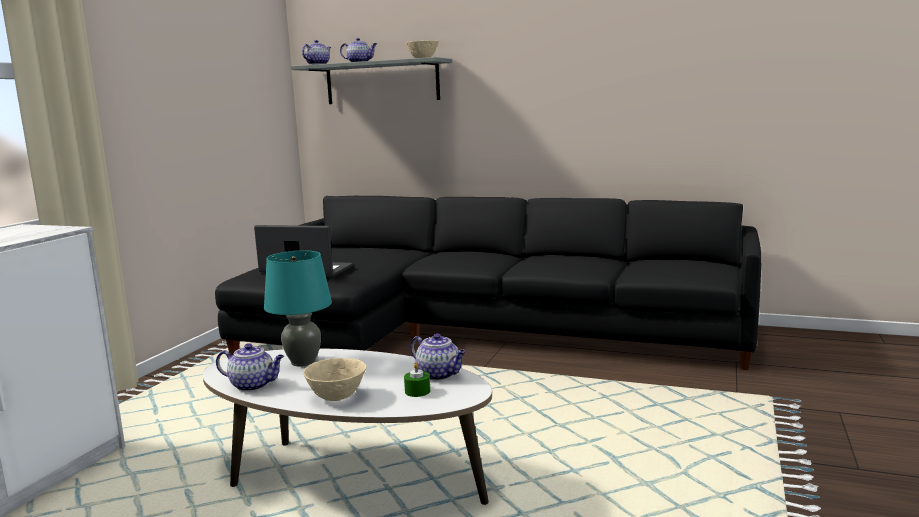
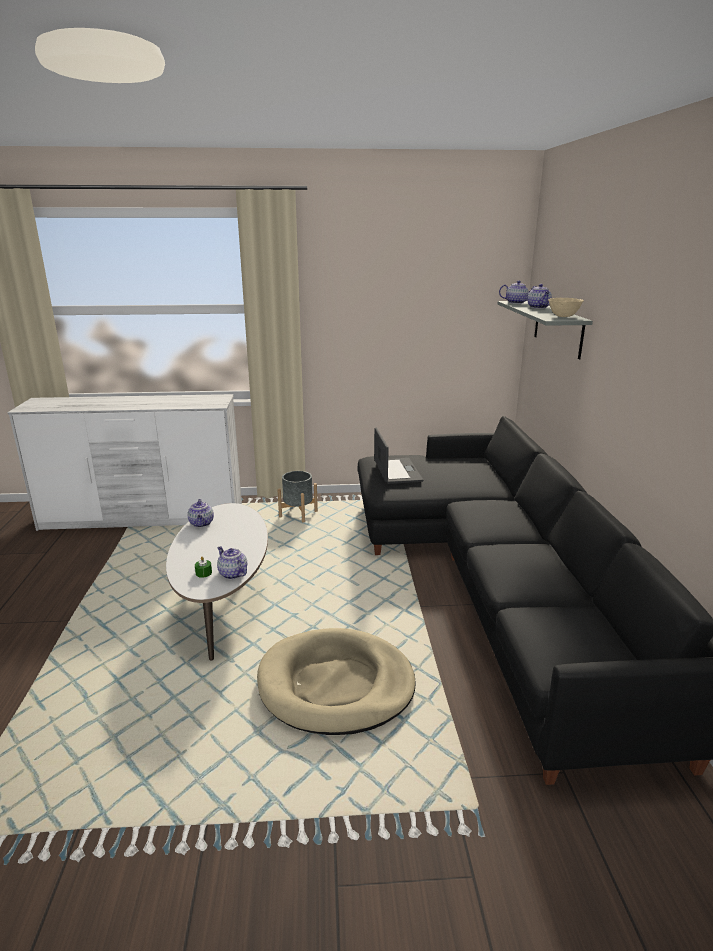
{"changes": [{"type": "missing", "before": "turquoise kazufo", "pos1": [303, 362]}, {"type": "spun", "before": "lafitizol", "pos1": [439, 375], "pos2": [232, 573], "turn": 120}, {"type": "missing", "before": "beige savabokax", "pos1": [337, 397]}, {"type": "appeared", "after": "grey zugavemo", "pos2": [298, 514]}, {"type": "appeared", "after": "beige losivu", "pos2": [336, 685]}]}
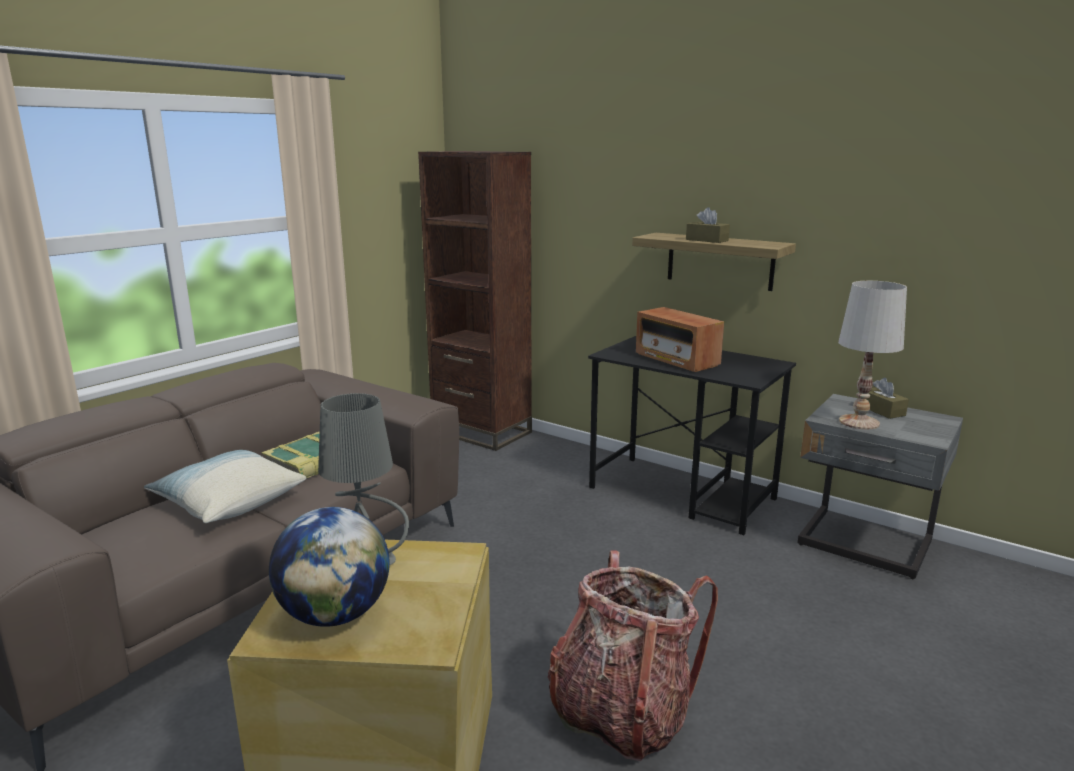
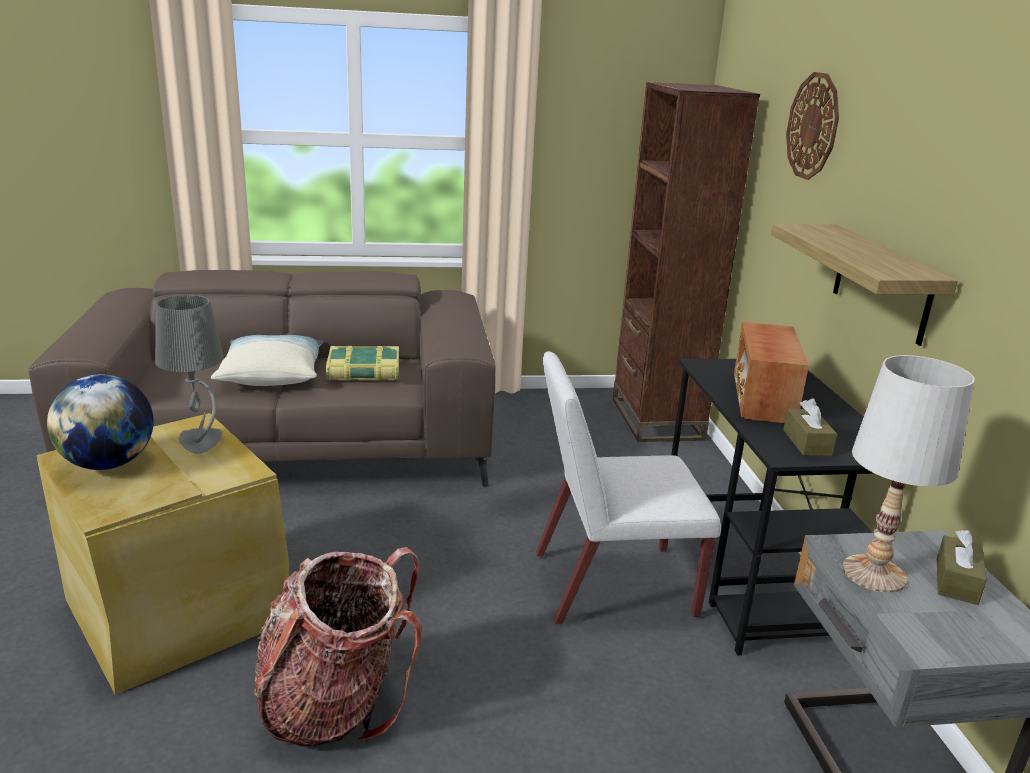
{"changes": [{"type": "relocated", "before": "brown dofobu", "pos1": [707, 240], "pos2": [807, 442]}, {"type": "appeared", "after": "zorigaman", "pos2": [813, 126]}, {"type": "appeared", "after": "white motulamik", "pos2": [611, 584]}]}
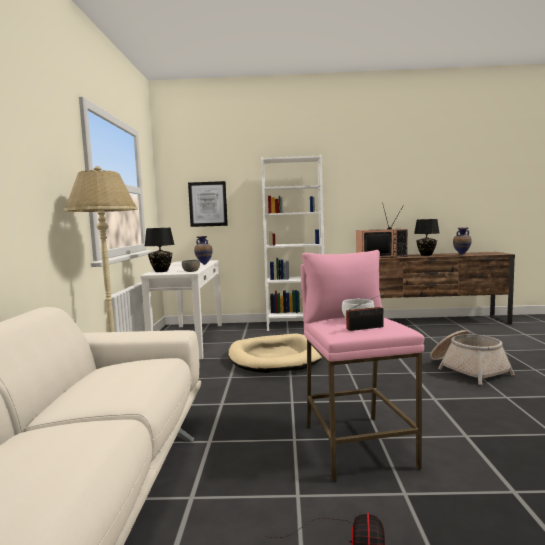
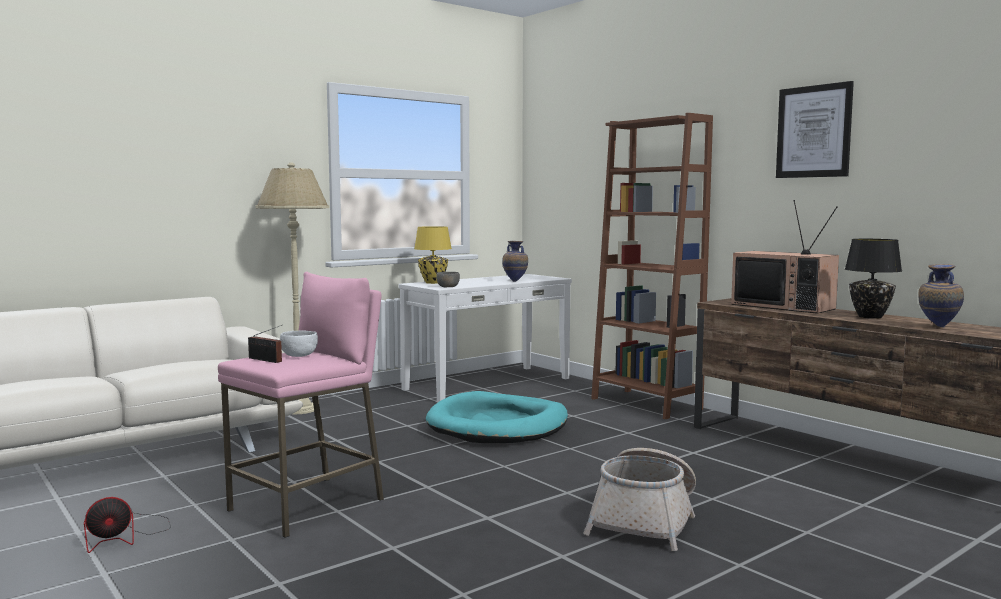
{"changes": [{"type": "colour", "before": "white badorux", "after": "brown badorux", "pos1": [295, 325], "pos2": [645, 404]}, {"type": "relocated", "before": "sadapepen", "pos1": [208, 204], "pos2": [814, 131]}, {"type": "colour", "before": "black kazufo", "after": "yellow kazufo", "pos1": [161, 271], "pos2": [433, 282]}, {"type": "colour", "before": "beige losivu", "after": "turquoise losivu", "pos1": [275, 357], "pos2": [498, 425]}]}
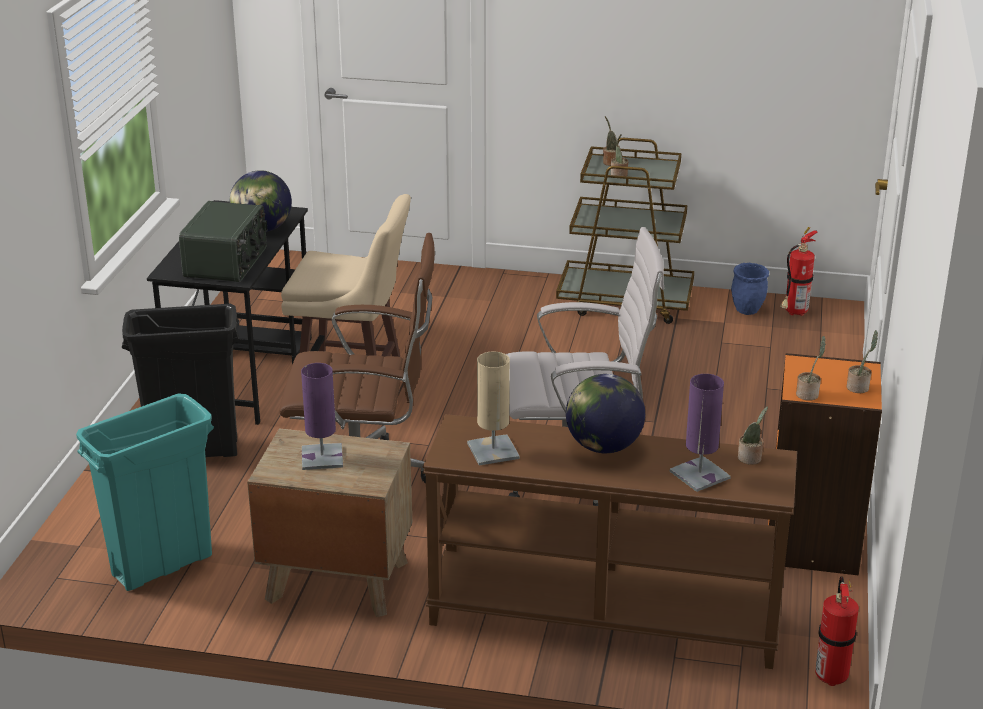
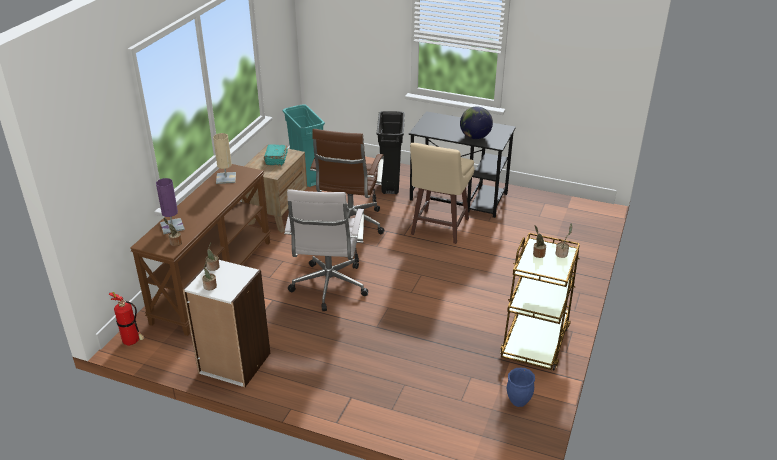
{"changes": [{"type": "missing", "before": "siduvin", "pos1": [227, 262]}, {"type": "missing", "before": "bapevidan", "pos1": [794, 313]}, {"type": "colour", "before": "orange badorux", "after": "white badorux", "pos1": [814, 542], "pos2": [234, 363]}, {"type": "exchanged", "before": "purple kazufo", "after": "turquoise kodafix", "pos1": [322, 457], "pos2": [275, 159]}, {"type": "missing", "before": "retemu", "pos1": [604, 447]}]}
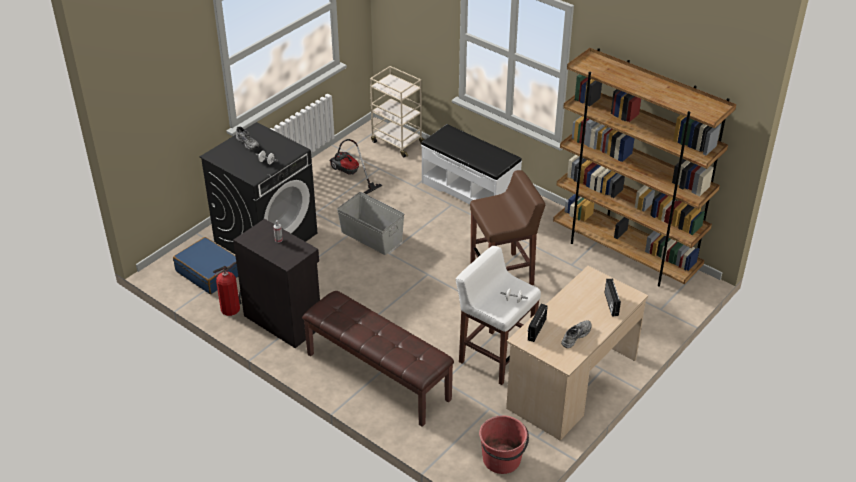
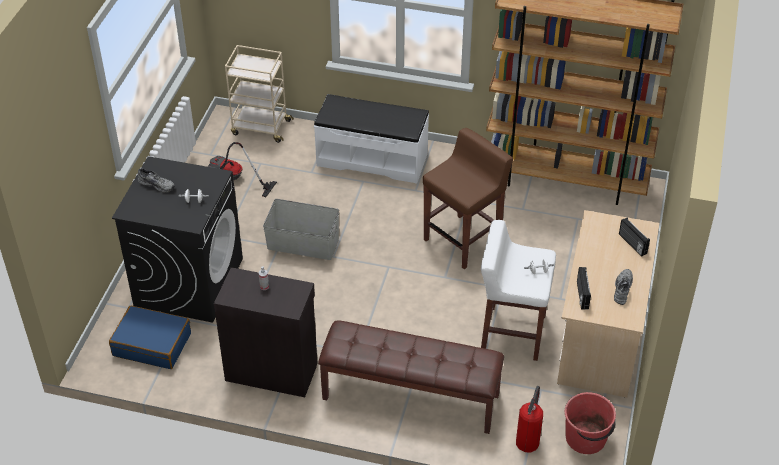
{"changes": [{"type": "relocated", "before": "bapevidan", "pos1": [232, 307], "pos2": [527, 440]}]}
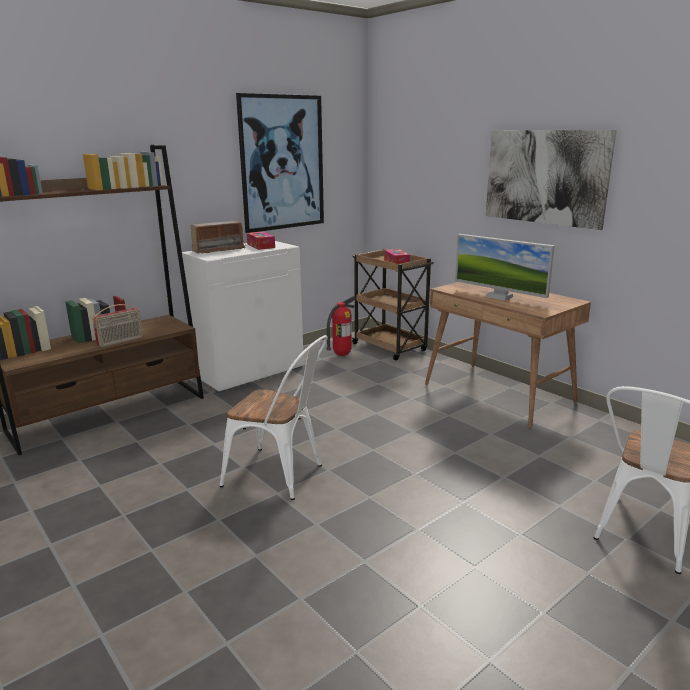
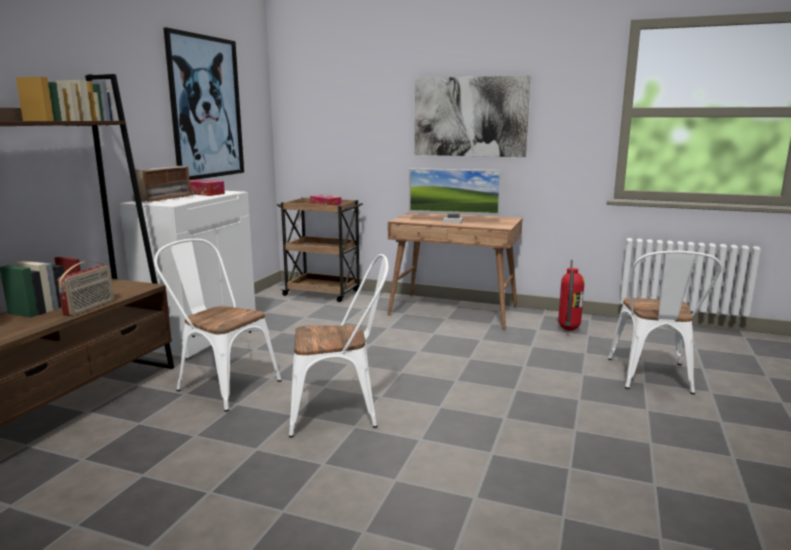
{"changes": [{"type": "relocated", "before": "bapevidan", "pos1": [341, 355], "pos2": [568, 329]}, {"type": "appeared", "after": "white motulamik", "pos2": [222, 384]}]}
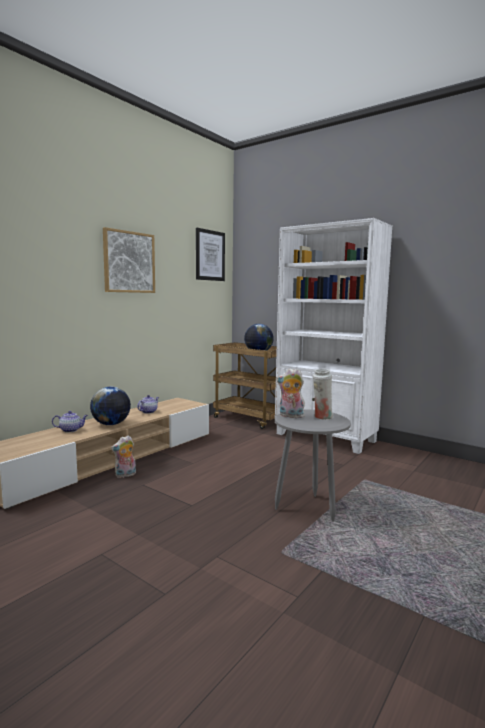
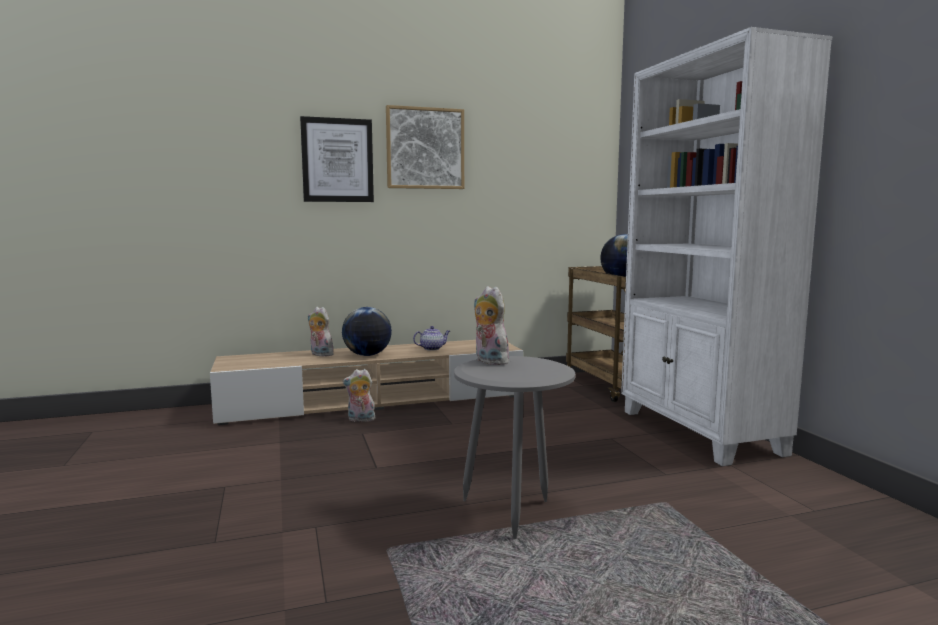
{"changes": [{"type": "relocated", "before": "sadapepen", "pos1": [210, 255], "pos2": [337, 160]}, {"type": "missing", "before": "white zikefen", "pos1": [322, 417]}, {"type": "exchanged", "before": "lafitizol", "after": "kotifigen", "pos1": [71, 430], "pos2": [320, 354]}]}
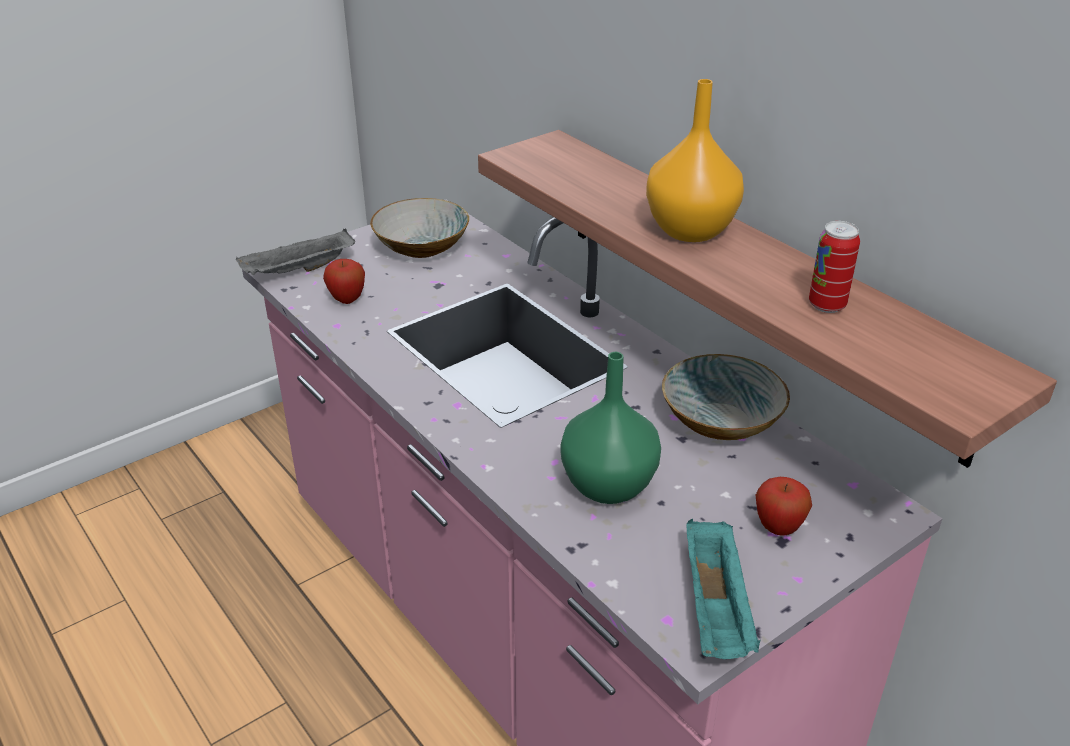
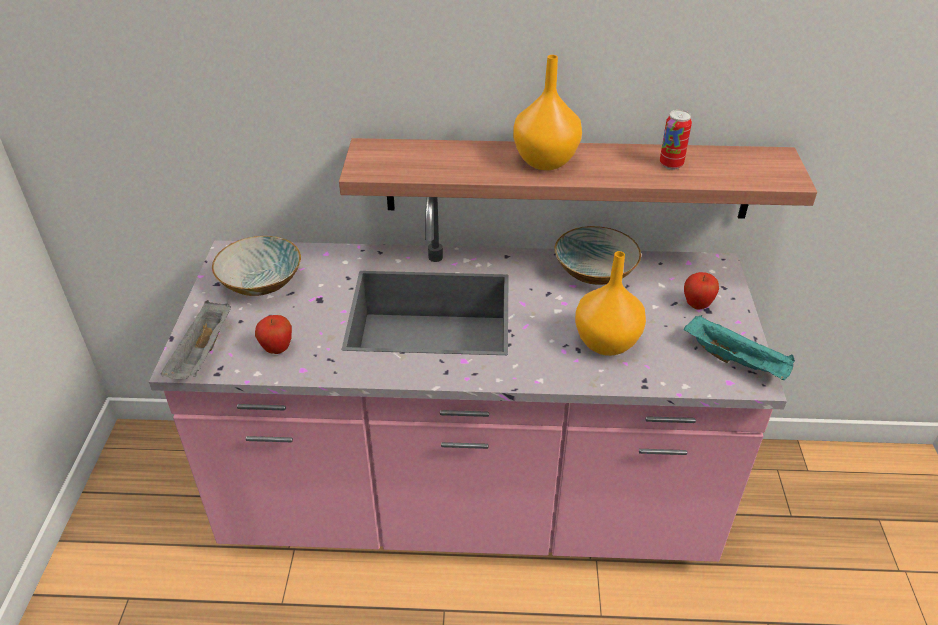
{"changes": [{"type": "colour", "before": "green zikefen", "after": "orange zikefen", "pos1": [610, 487], "pos2": [608, 343]}]}
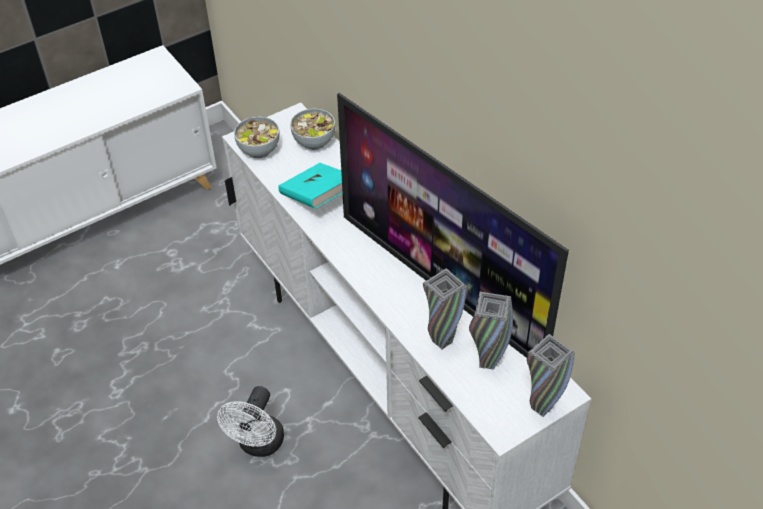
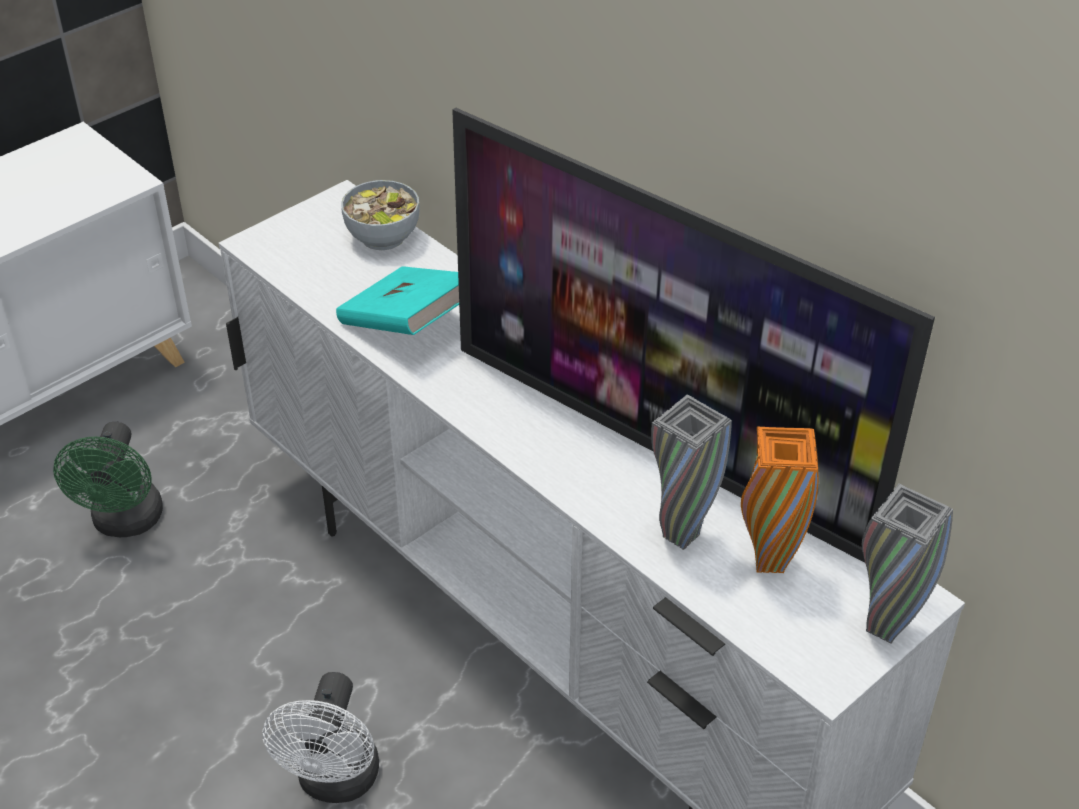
{"changes": [{"type": "missing", "before": "savabokax", "pos1": [259, 150]}, {"type": "colour", "before": "grey zikefen", "after": "orange zikefen", "pos1": [487, 362], "pos2": [769, 562]}, {"type": "appeared", "after": "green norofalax", "pos2": [125, 523]}]}
